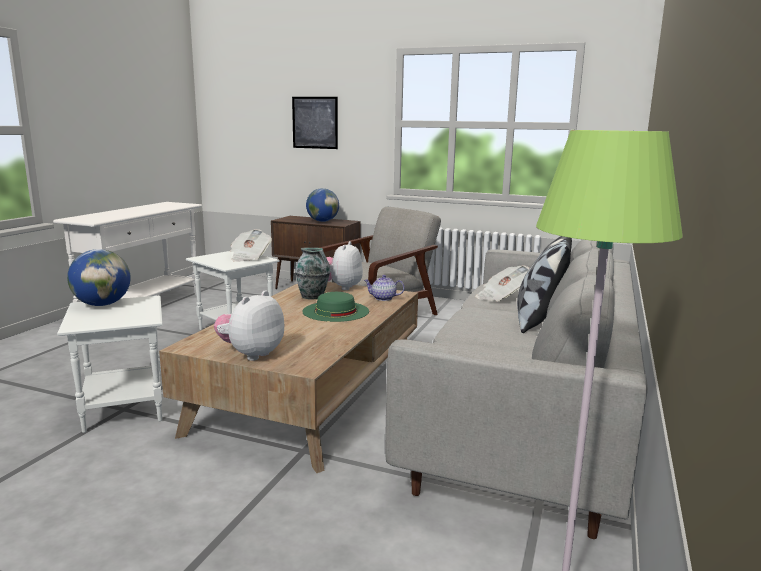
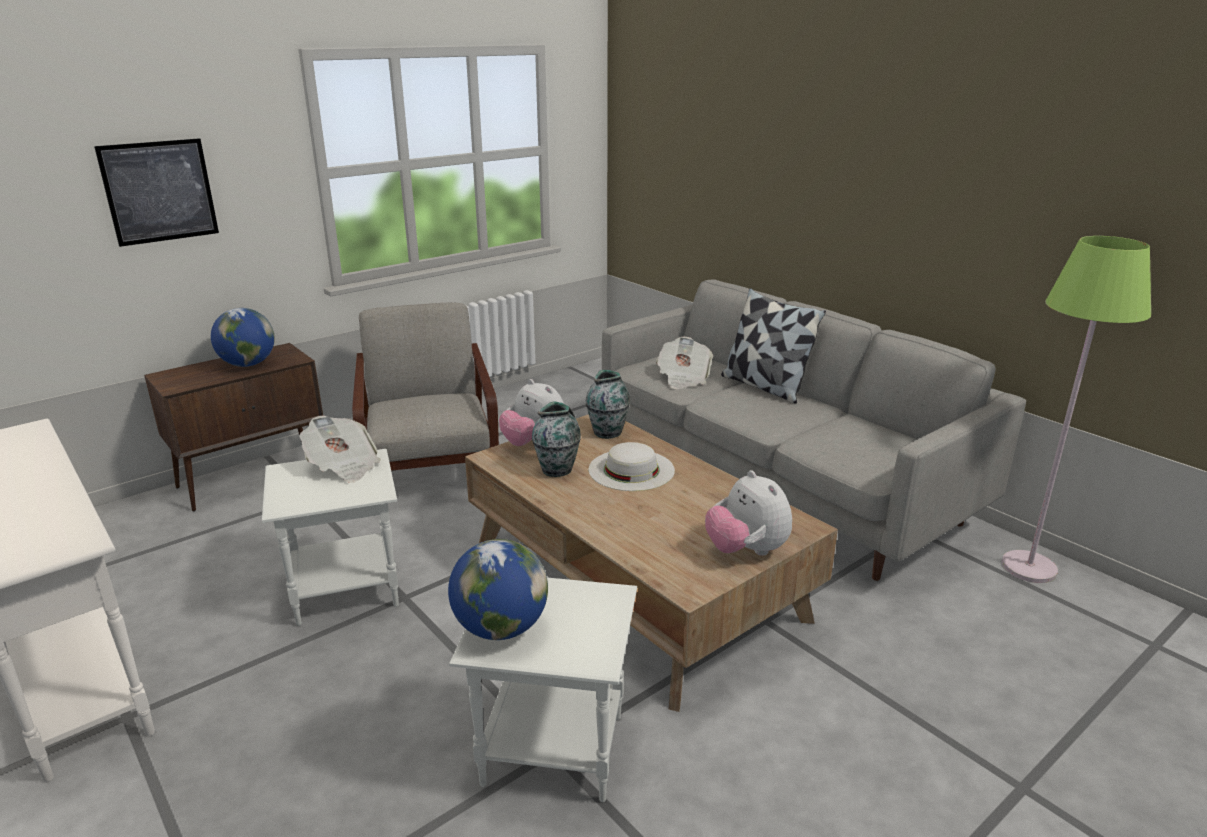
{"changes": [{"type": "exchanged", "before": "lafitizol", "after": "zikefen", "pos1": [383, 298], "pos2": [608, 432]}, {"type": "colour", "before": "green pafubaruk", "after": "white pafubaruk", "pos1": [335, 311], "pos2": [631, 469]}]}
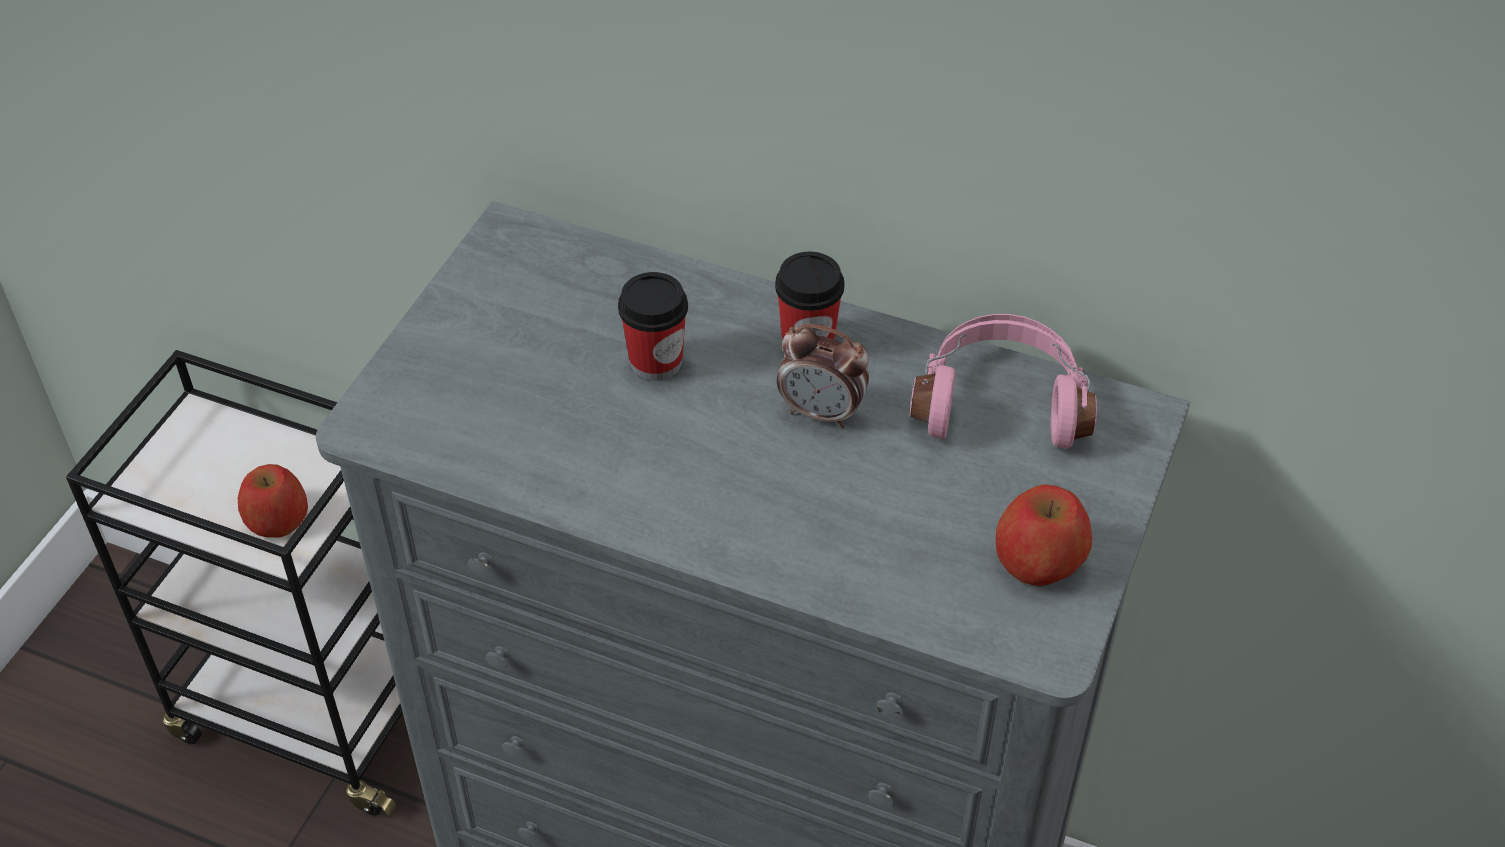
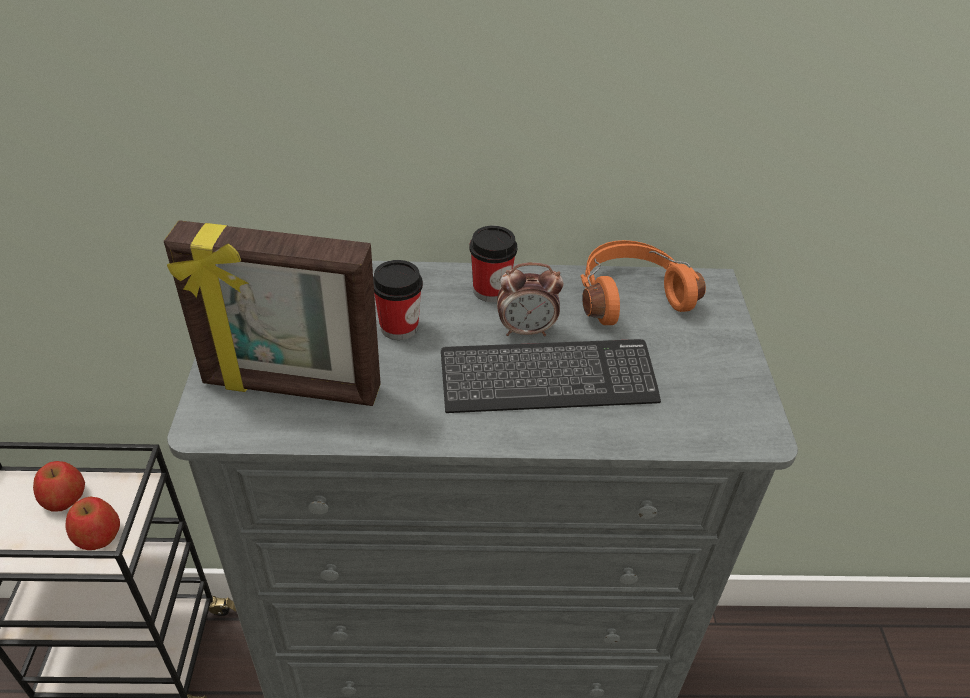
{"changes": [{"type": "colour", "before": "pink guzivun", "after": "orange guzivun", "pos1": [1001, 400], "pos2": [629, 295]}, {"type": "relocated", "before": "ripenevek", "pos1": [1039, 560], "pos2": [64, 498]}, {"type": "appeared", "after": "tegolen", "pos2": [291, 388]}, {"type": "appeared", "after": "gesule", "pos2": [548, 380]}]}
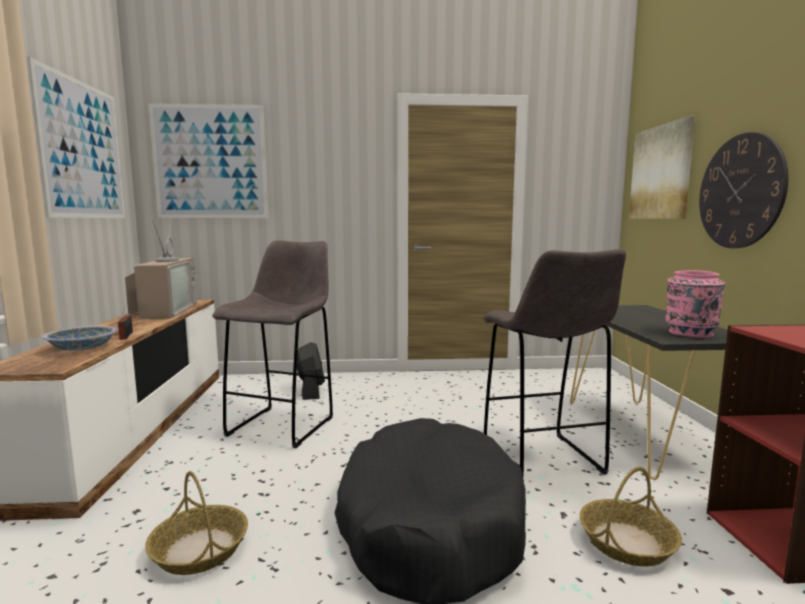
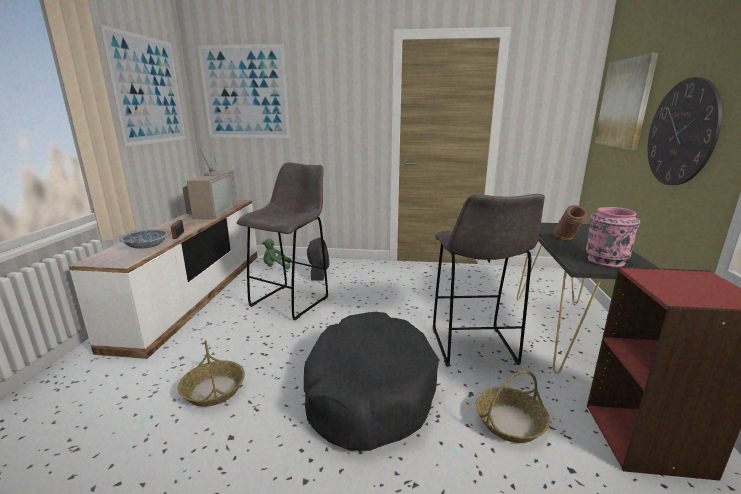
{"changes": [{"type": "appeared", "after": "brown zikefen", "pos2": [566, 241]}, {"type": "appeared", "after": "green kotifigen", "pos2": [276, 267]}]}
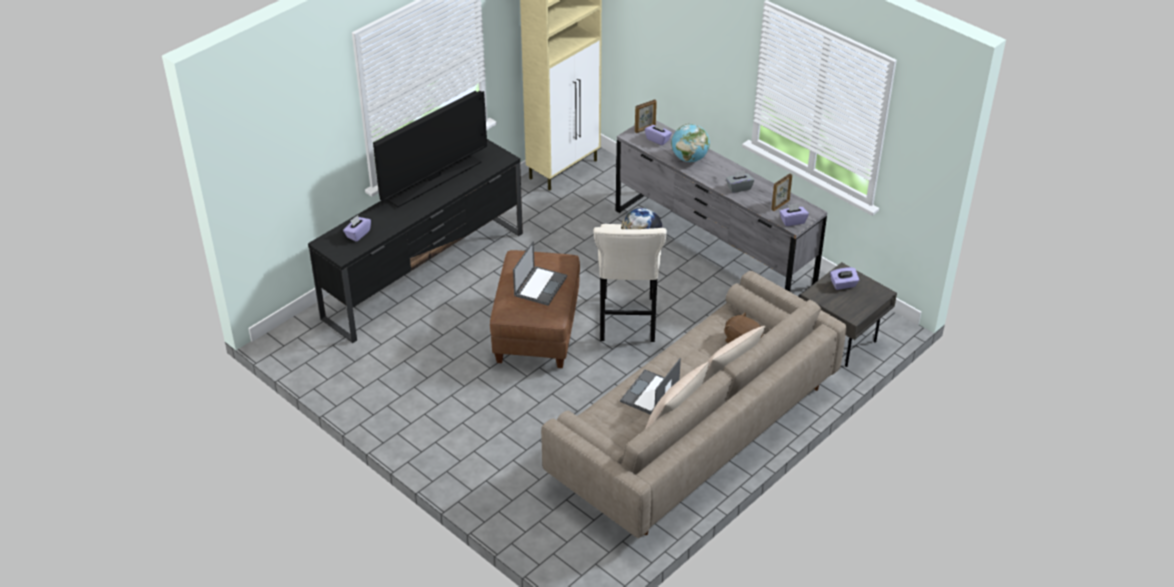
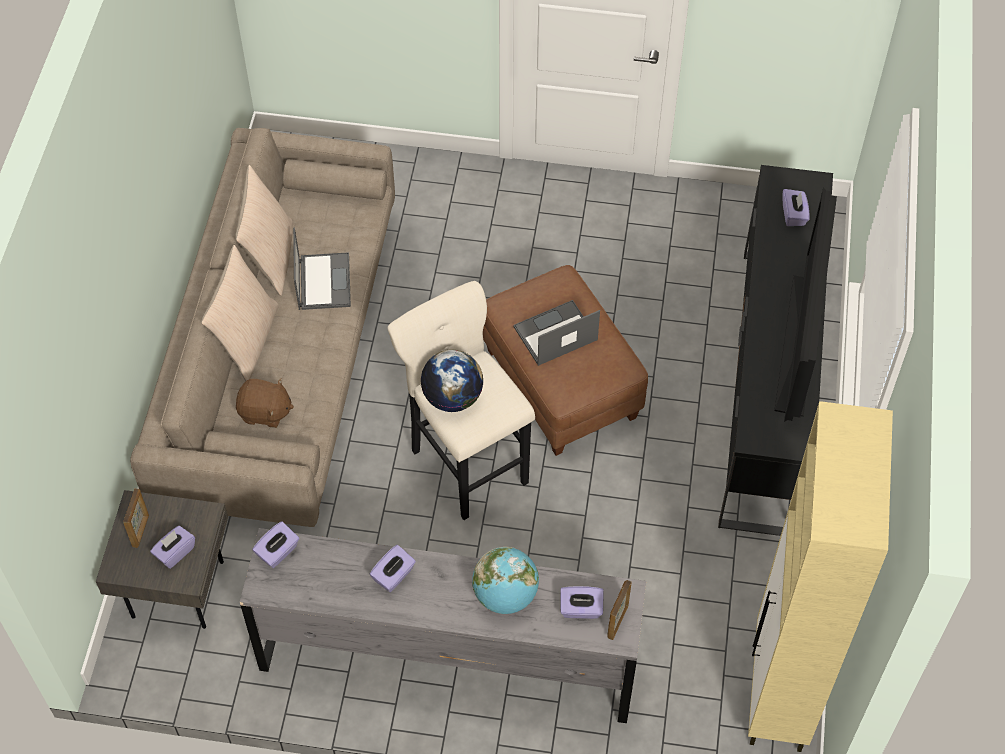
{"changes": [{"type": "colour", "before": "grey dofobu", "after": "purple dofobu", "pos1": [739, 187], "pos2": [394, 576]}, {"type": "relocated", "before": "tegolen", "pos1": [780, 205], "pos2": [141, 530]}, {"type": "spun", "before": "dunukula", "pos1": [540, 285], "pos2": [554, 334], "turn": 75}]}
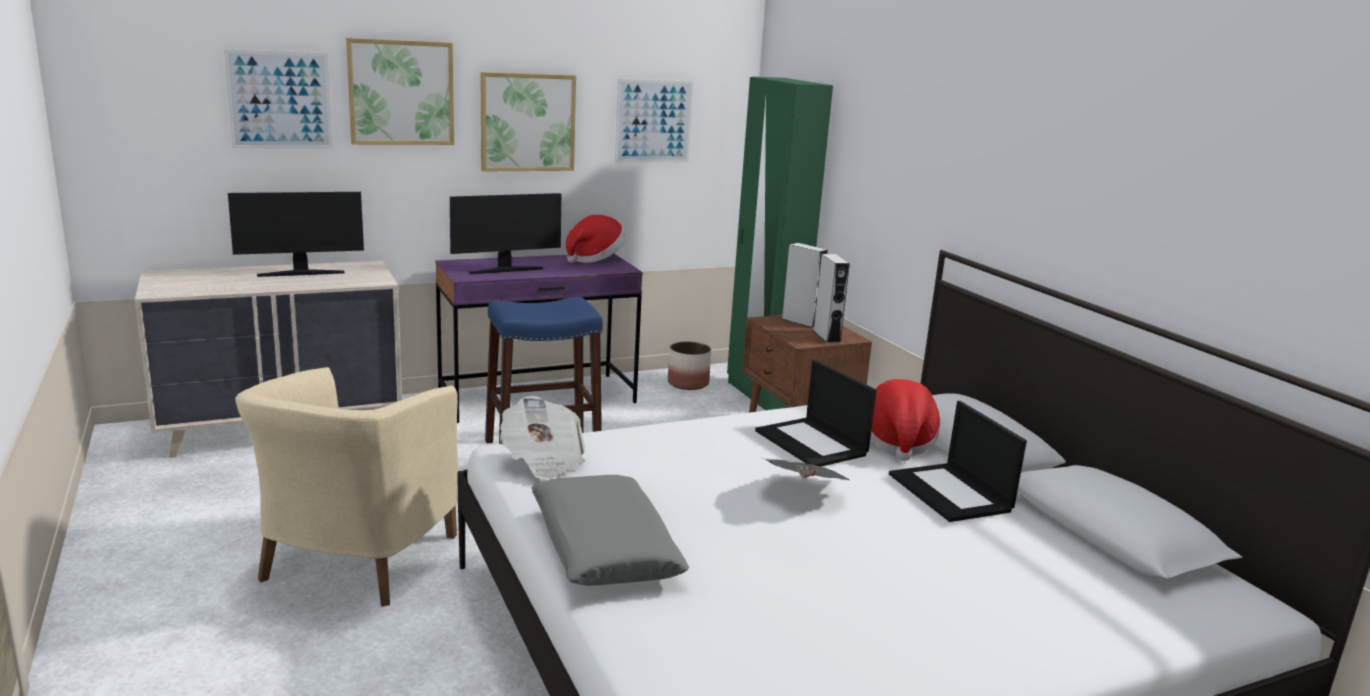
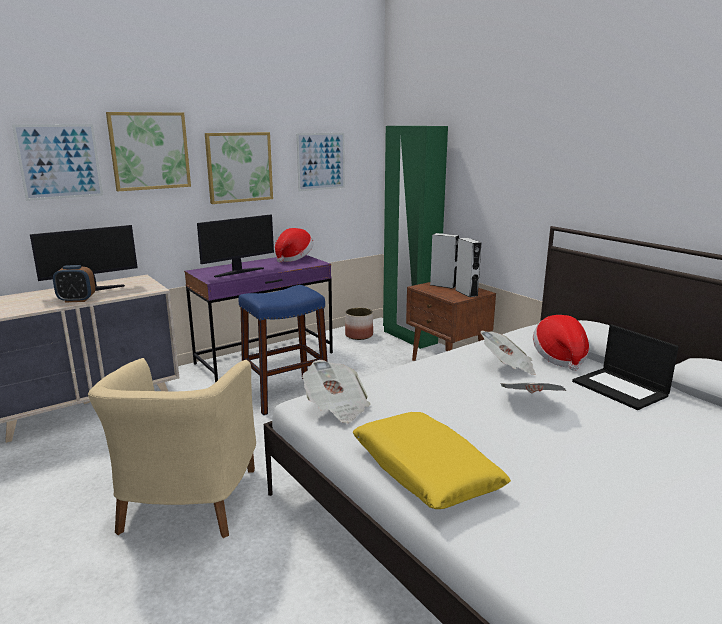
{"changes": [{"type": "exchanged", "before": "dunukula", "after": "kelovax", "pos1": [812, 443], "pos2": [508, 366]}, {"type": "colour", "before": "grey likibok", "after": "yellow likibok", "pos1": [603, 547], "pos2": [425, 471]}, {"type": "appeared", "after": "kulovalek", "pos2": [77, 300]}]}
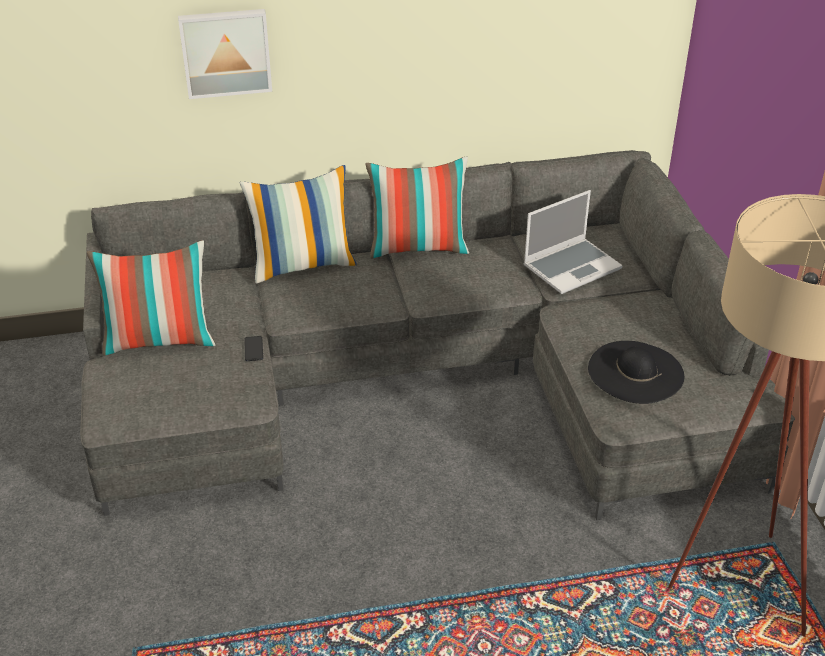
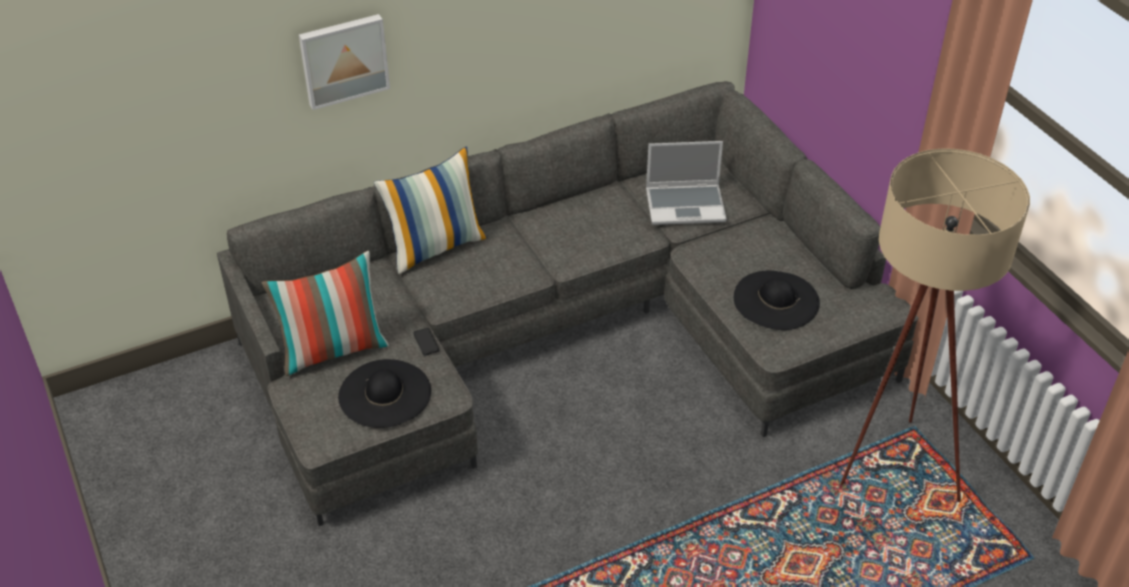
{"changes": [{"type": "missing", "before": "likibok", "pos1": [418, 248]}, {"type": "spun", "before": "dunukula", "pos1": [572, 267], "pos2": [686, 205], "turn": 45}, {"type": "appeared", "after": "black pafubaruk", "pos2": [385, 394]}]}
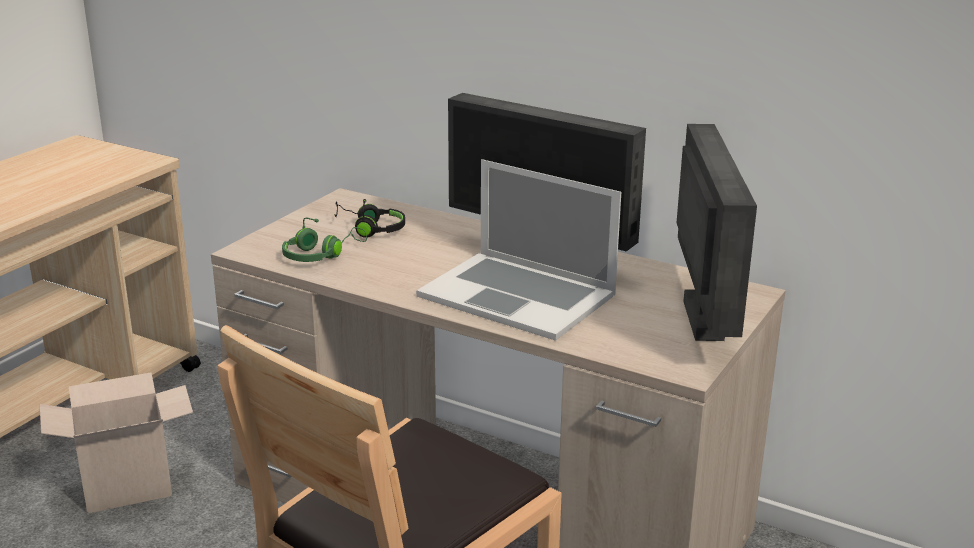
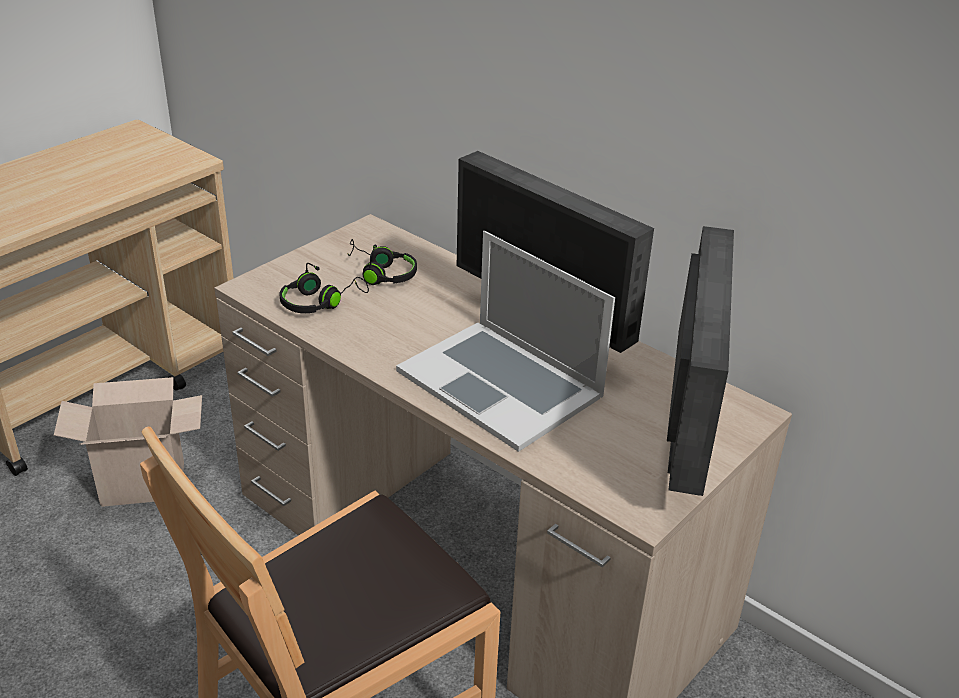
{"changes": [{"type": "colour", "before": "green guzivun", "after": "black guzivun", "pos1": [320, 255], "pos2": [320, 302]}]}
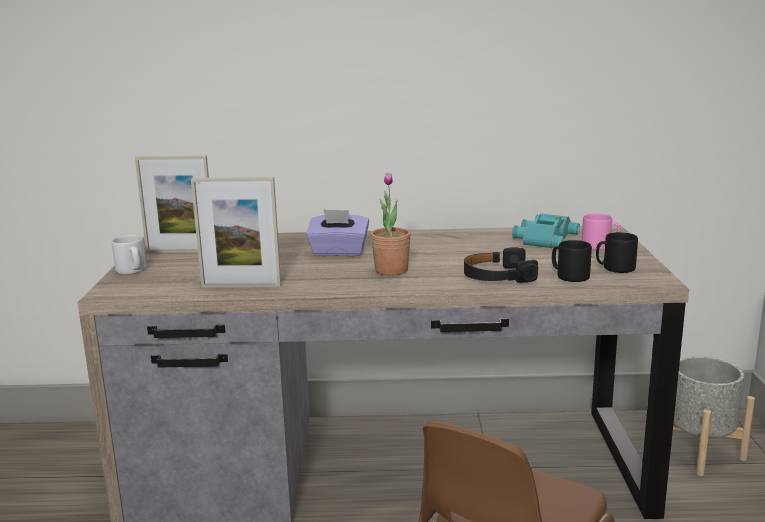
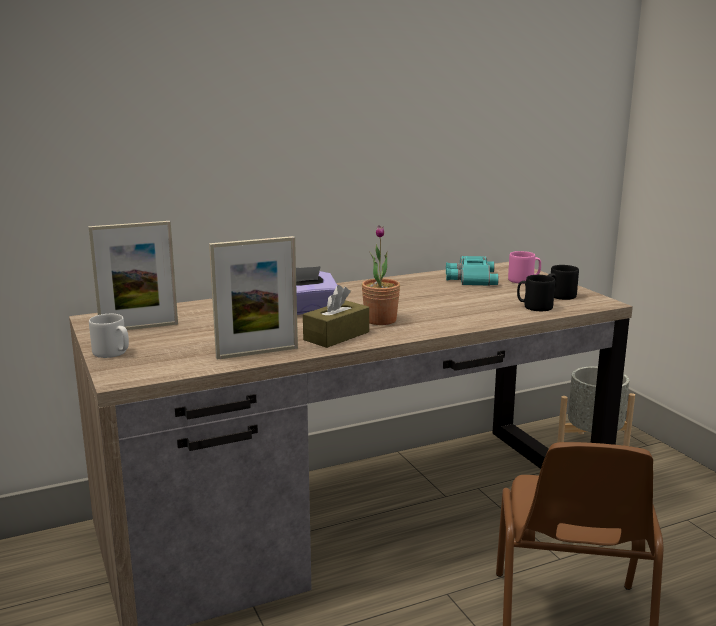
{"changes": [{"type": "missing", "before": "black guzivun", "pos1": [497, 276]}, {"type": "appeared", "after": "brown dofobu", "pos2": [336, 336]}]}
